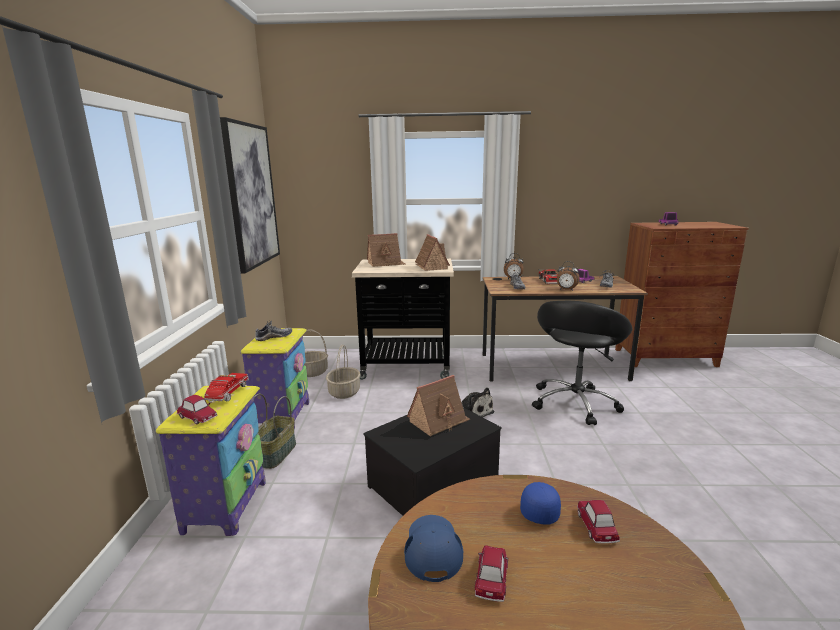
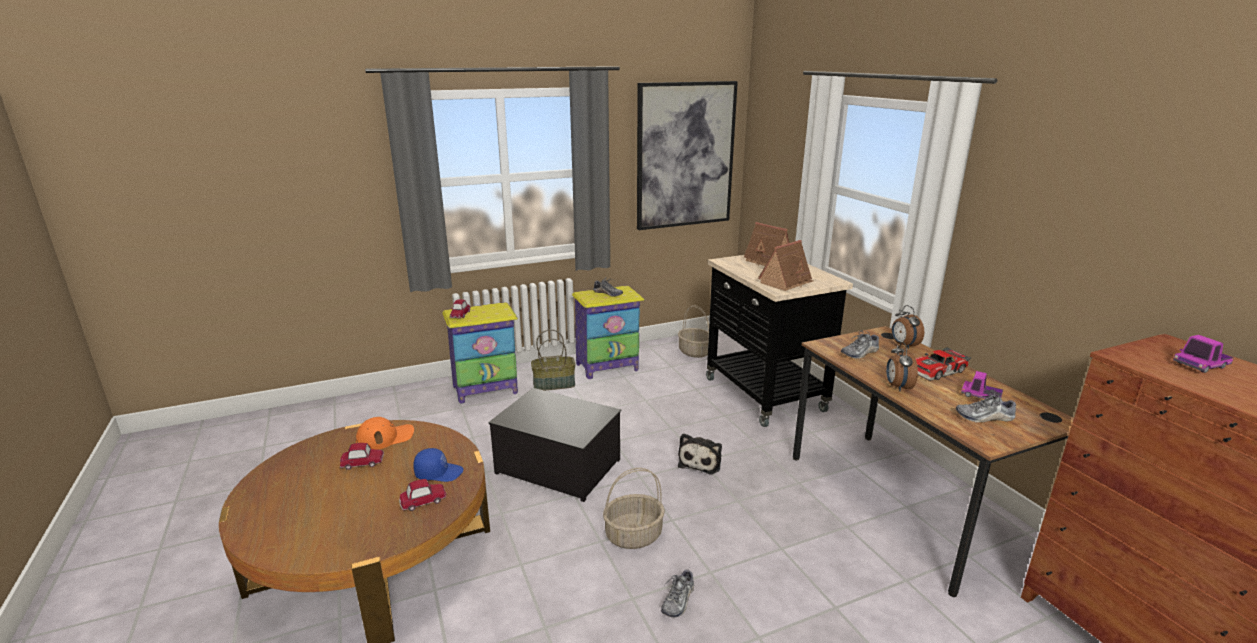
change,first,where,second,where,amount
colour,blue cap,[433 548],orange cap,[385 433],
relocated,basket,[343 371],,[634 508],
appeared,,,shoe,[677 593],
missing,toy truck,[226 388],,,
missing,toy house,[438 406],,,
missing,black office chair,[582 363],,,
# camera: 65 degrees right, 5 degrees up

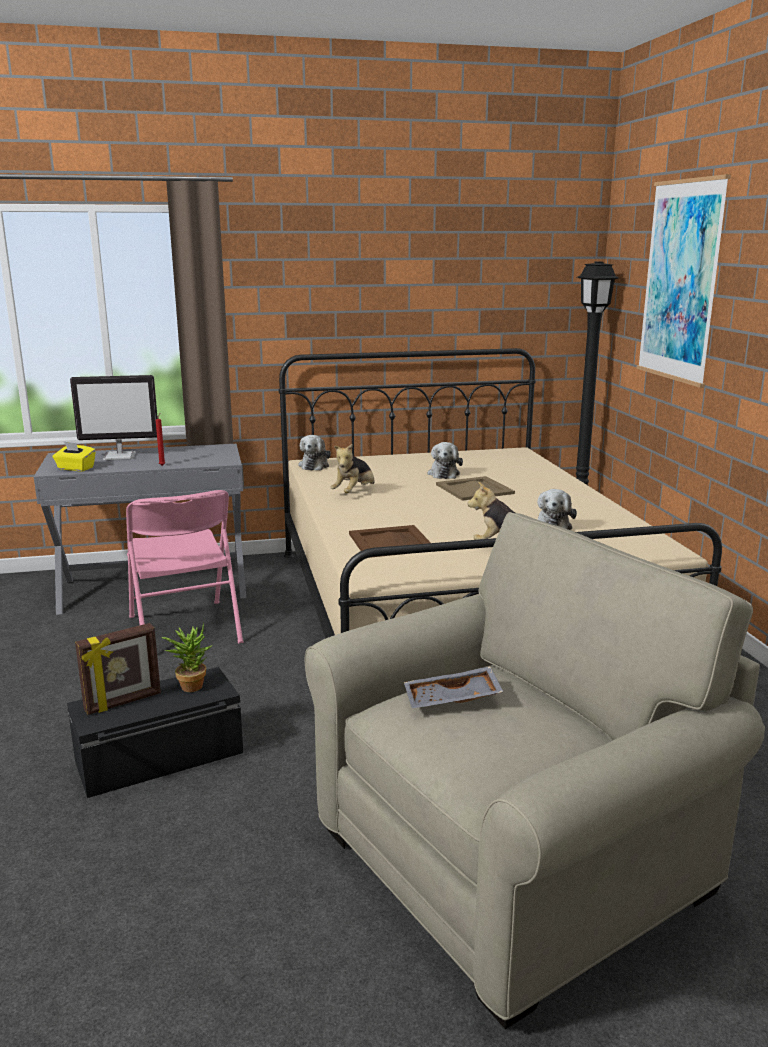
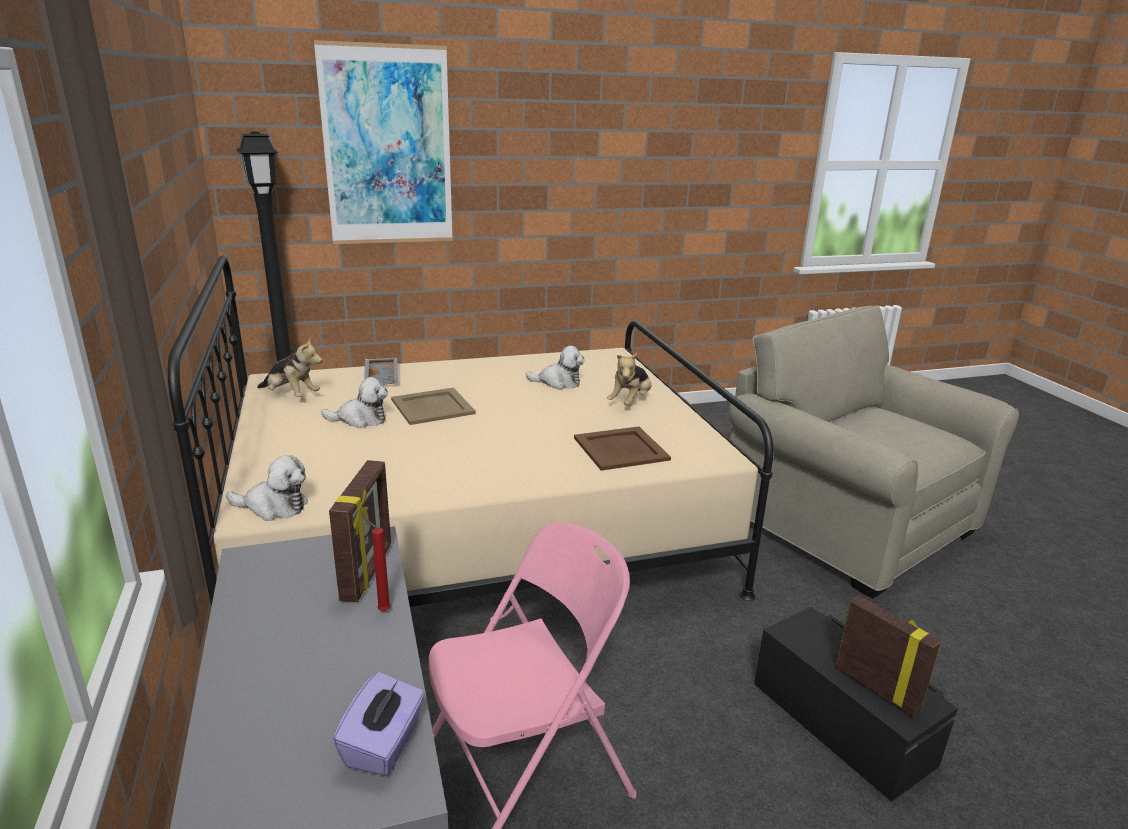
change,first,where,second,where,amount
relocated,plush toy,[352 468],,[289 367],
appeared,,,picture frame,[360 531],
colour,yellow tissue box,[74 456],purple tissue box,[379 724],
relocated,grey tray,[454 687],,[381 371],
missing,monitor,[114 417],,,
missing,potted plant,[187 657],,,
# camera: 95 degrees left, 5 degrees up

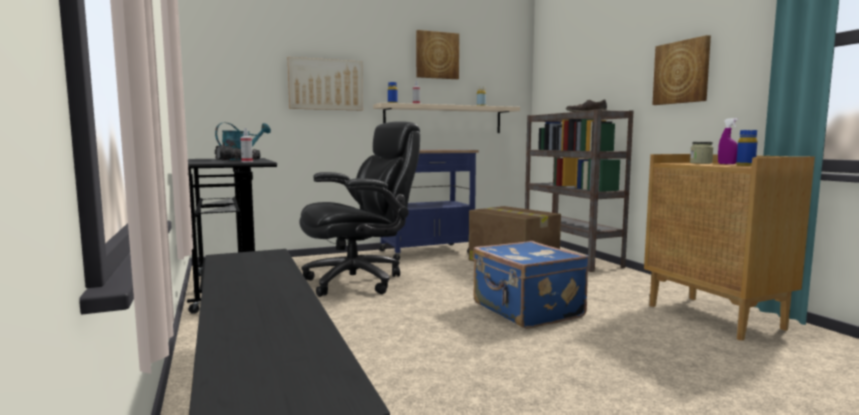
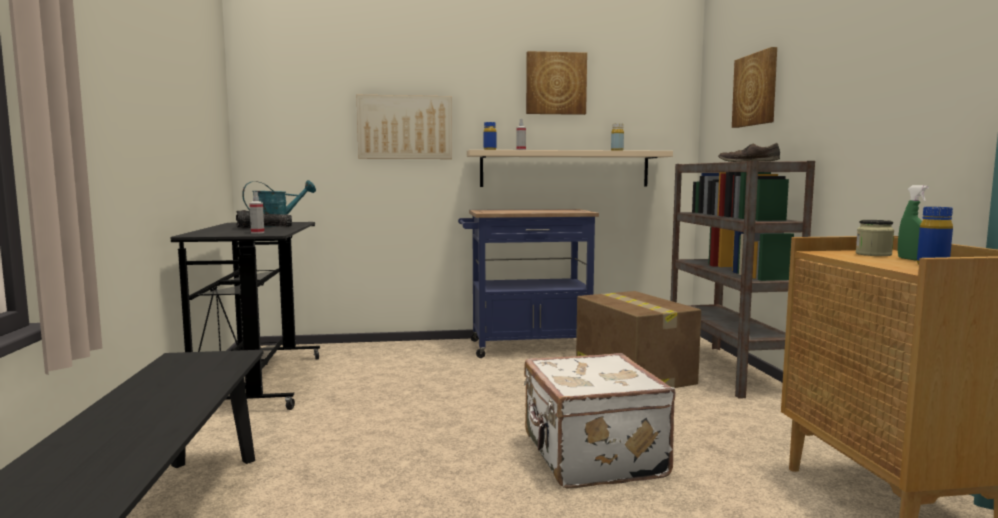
change,first,where,second,where,amount
colour,blue suitcase,[531 285],white suitcase,[599 420],
relocated,picture,[681 70],,[754 87],
colour,purple spray bottle,[728 141],green spray bottle,[913 222],
missing,black office chair,[359 209],,,
# camera: 15 degrees right, 0 degrees up

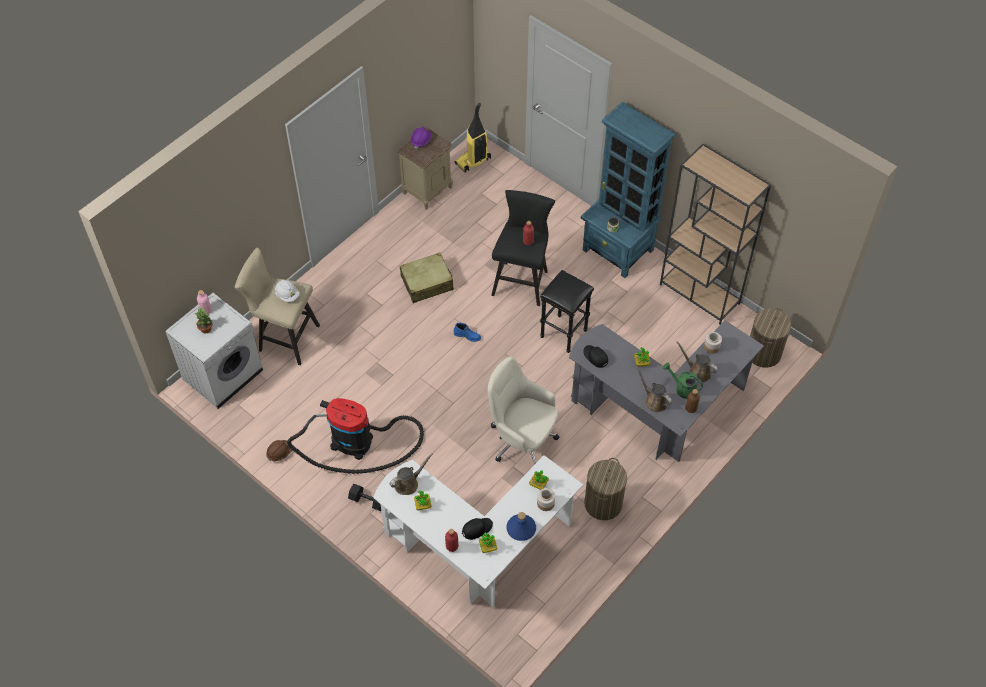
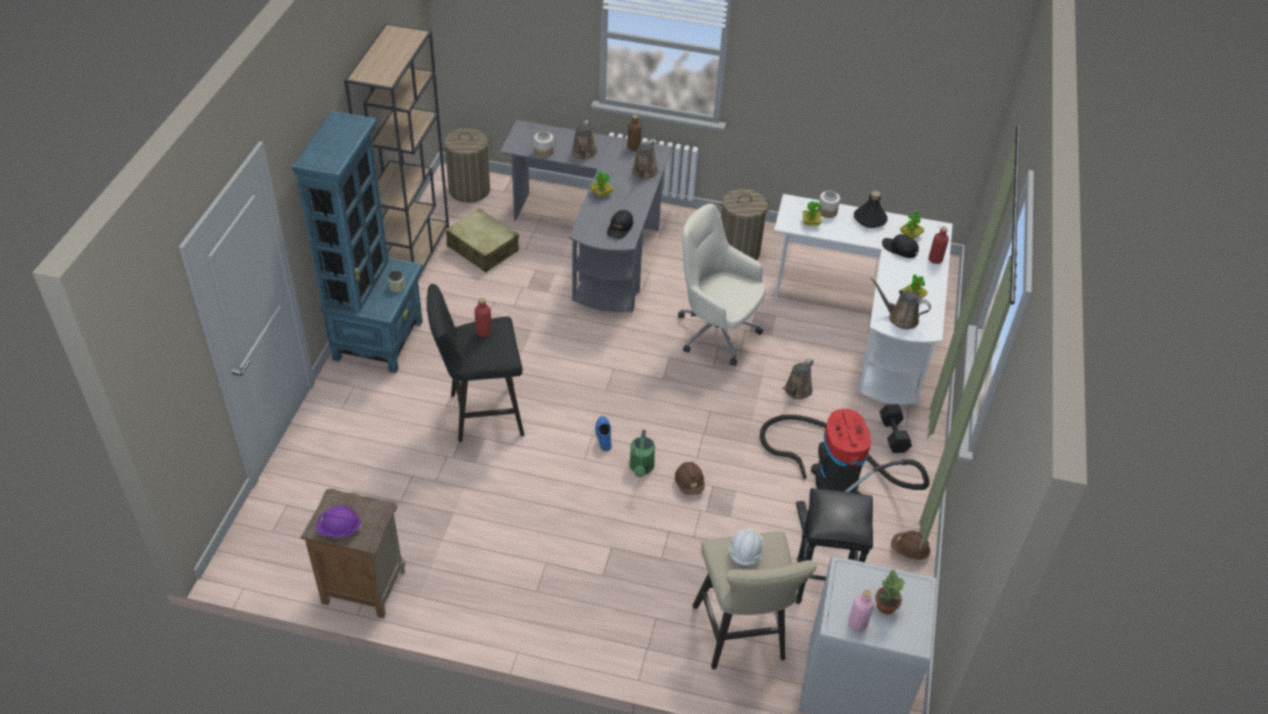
change,first,where,second,where,amount
relocated,beige suitcase,[427 278],,[482 240],
relocated,green watering can,[683 381],,[642 453],
appeared,,,brown hard hat,[690 478],
spun,beige office chair,[523 410],,[722 285],120 degrees clockwise
appeared,,,brown watering can,[798 378],
relocated,black stool,[567 311],,[834 546],
colour,blue bottle,[521 526],black bottle,[870 209],
missing,vacuum cleaner,[473 138],,,
# camera: 120 degrees left, 10 degrees down

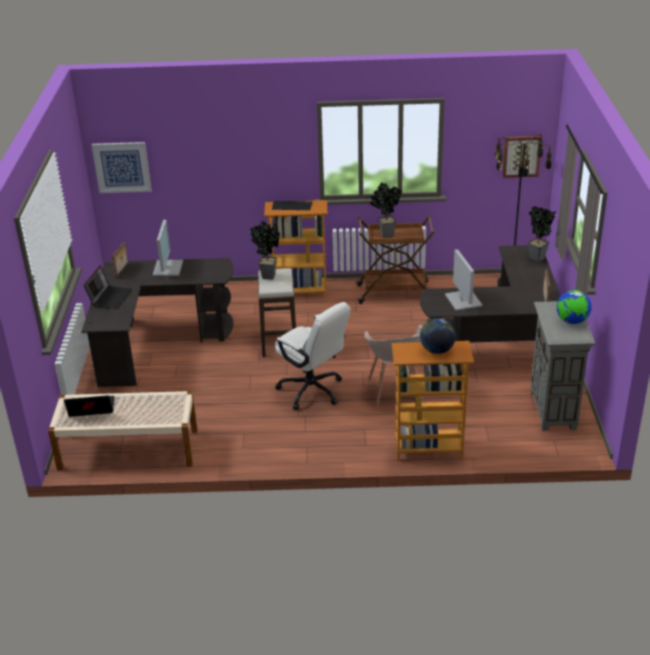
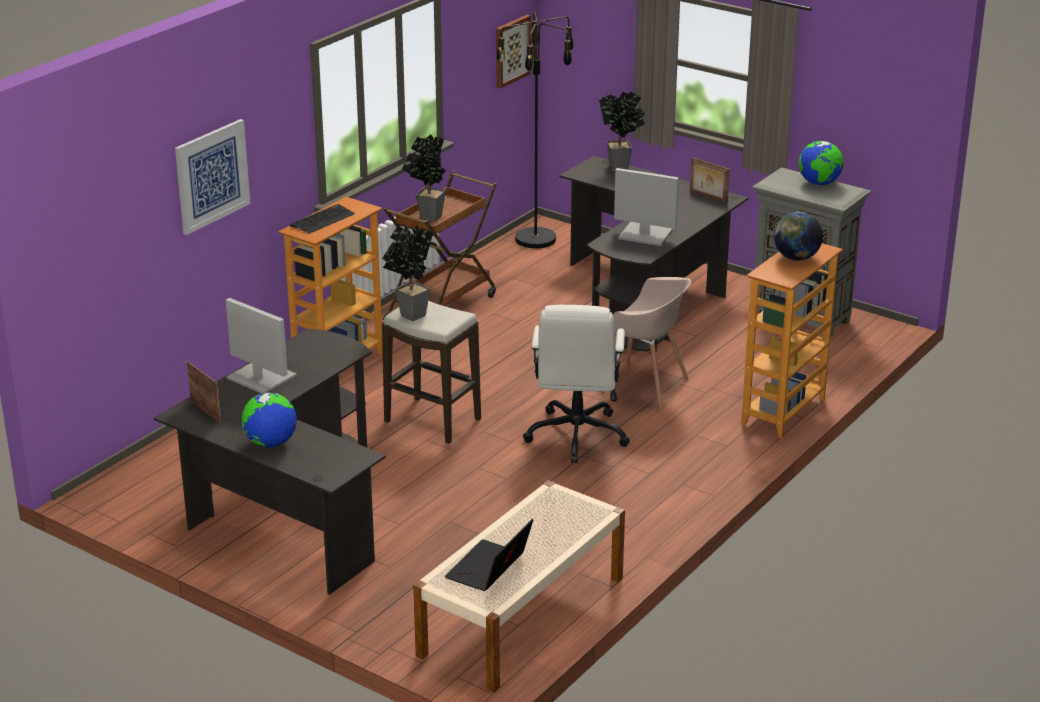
change,first,where,second,where,amount
relocated,picture,[121 167],,[212 177],
exchanged,laptop,[108 287],globe,[269 420],
spun,white office chair,[313 356],,[576 384],105 degrees clockwise
# camera: 55 degrees left, 5 degrees down

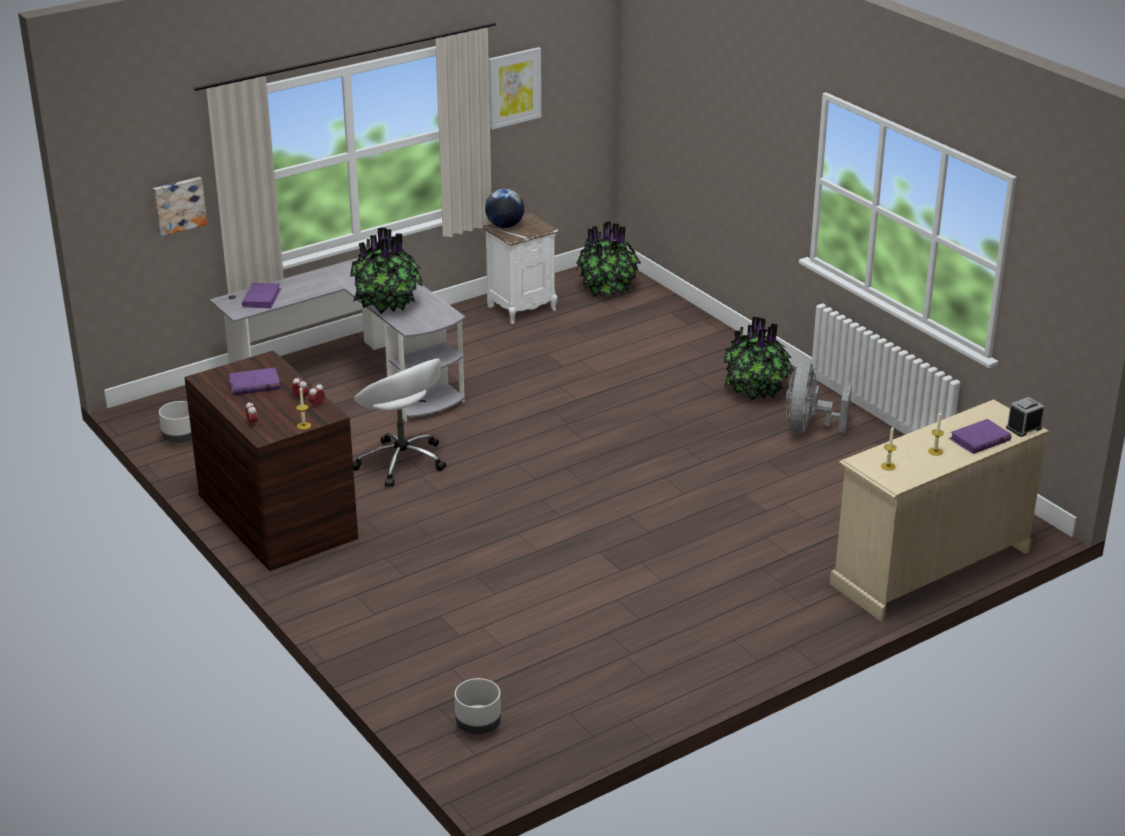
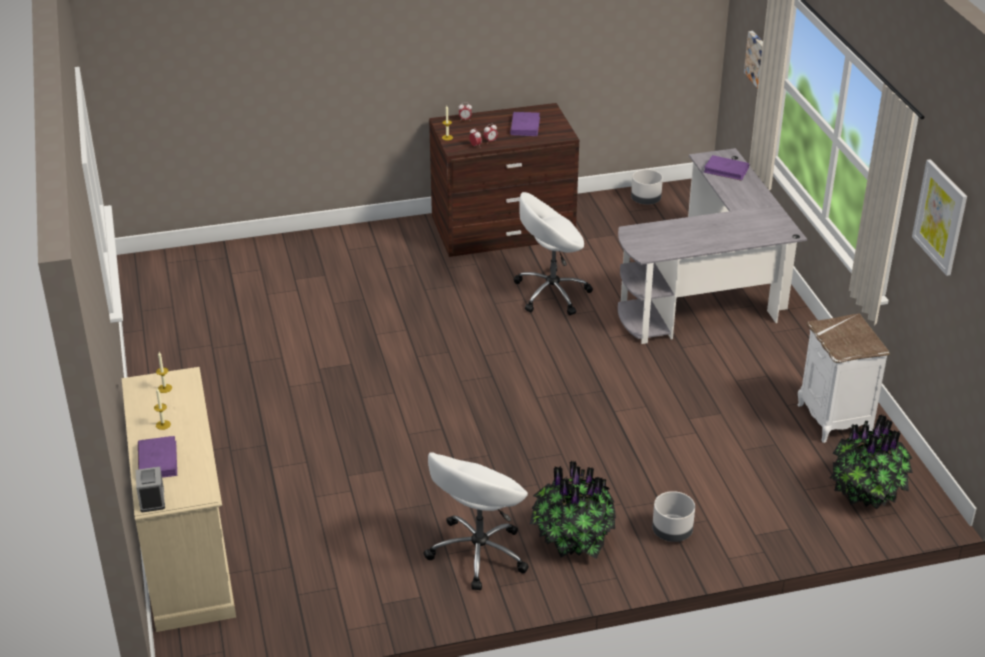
change,first,where,second,where,amount
exchanged,grey fan,[819 397],white office chair,[476 521],
relocated,grey planter,[478 706],,[673 516],
missing,potted plant,[386 270],,,
missing,globe,[504 208],,,
# camera: 110 degrees right, 5 degrees up

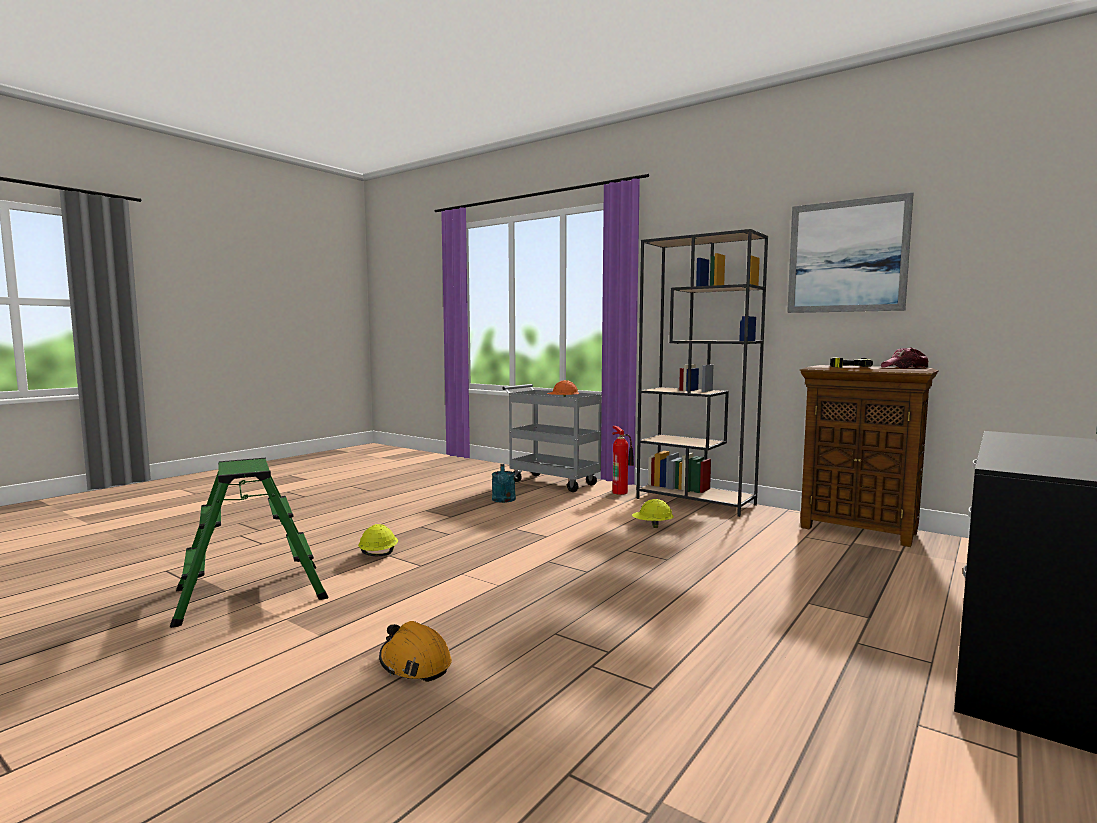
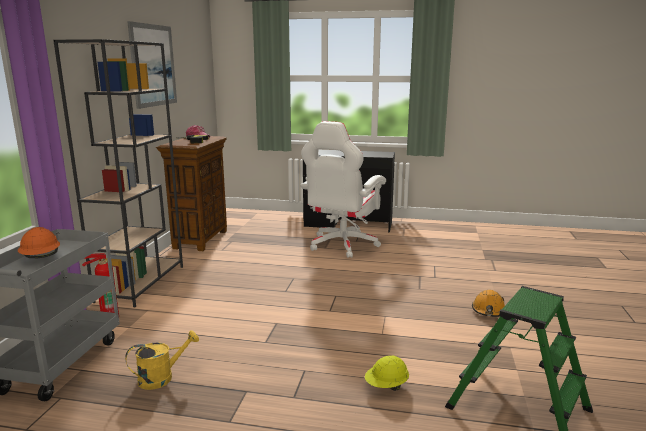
change,first,where,second,where,amount
colour,turquoise watering can,[504 483],yellow watering can,[162 360],
appeared,,,white office chair,[343 189],
missing,yellow hard hat,[653 513],,,
# camera: 115 degrees left, 10 degrees up

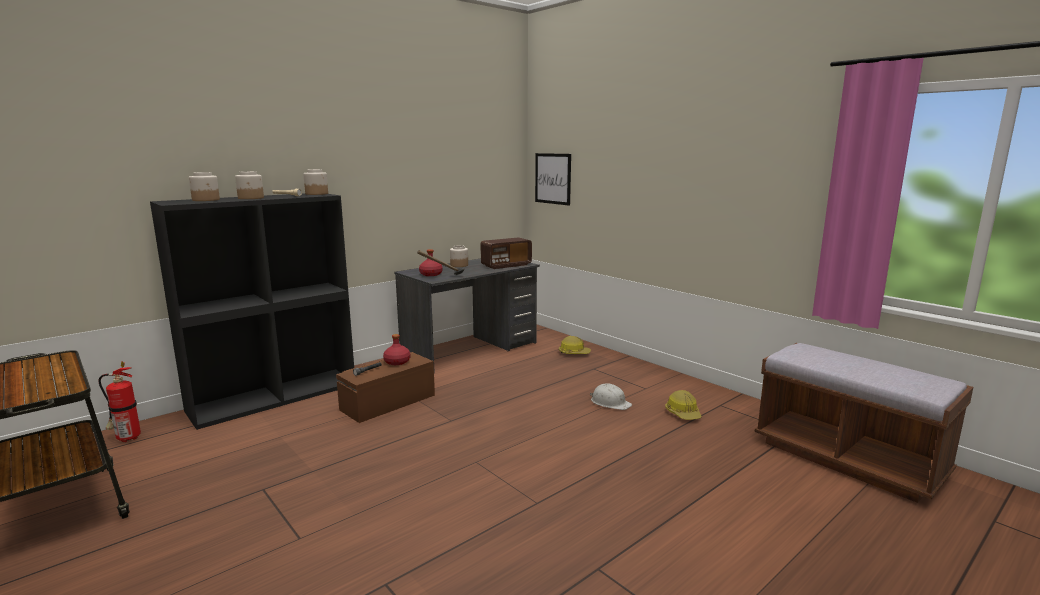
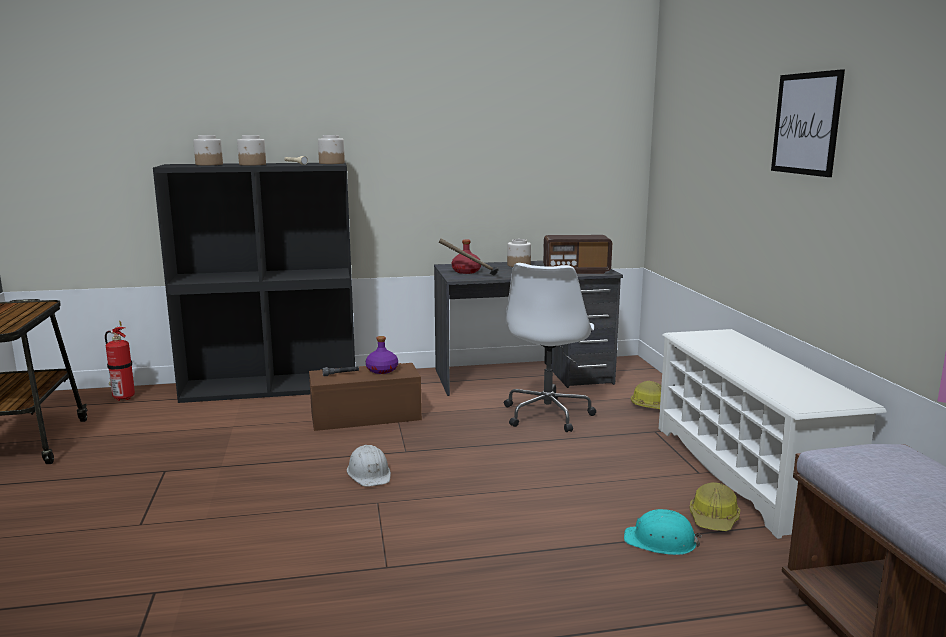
change,first,where,second,where,amount
relocated,white hard hat,[611 396],,[369 466],
colour,red bottle,[396 349],purple bottle,[382 355],
appeared,,,white office chair,[549 347],
appeared,,,turquoise hard hat,[663 532],
appeared,,,white shoe rack,[773 434],
relocated,picture,[553 179],,[808 123],
# camera: 30 degrees right, 0 degrees up

